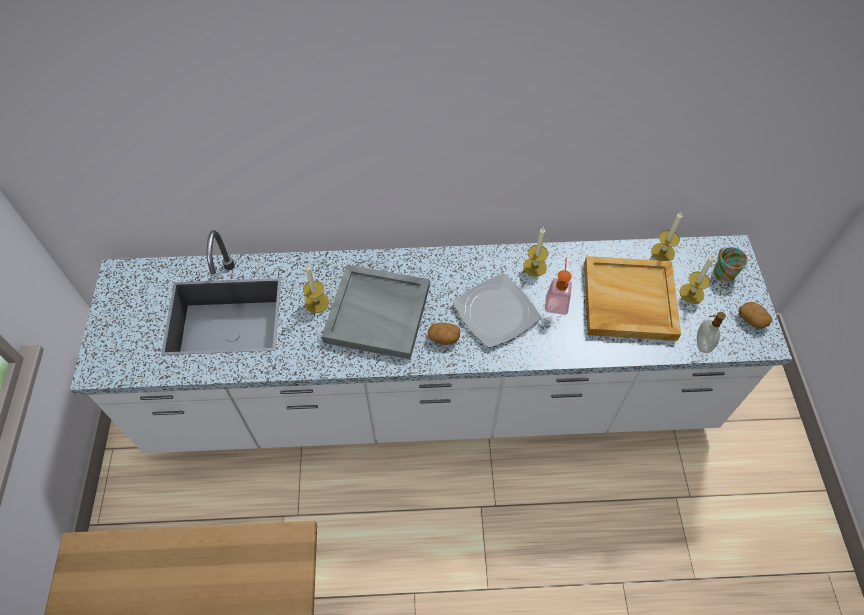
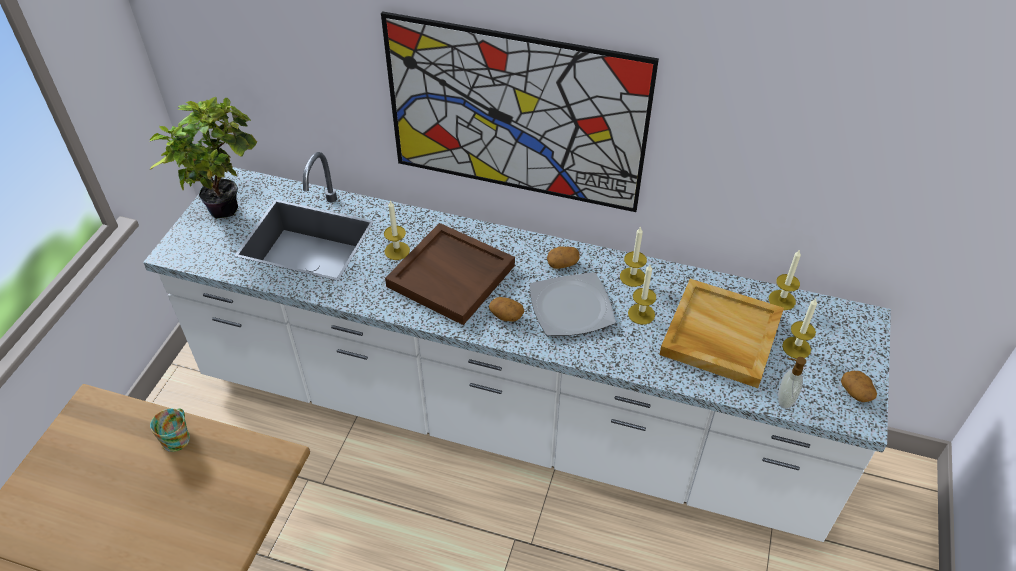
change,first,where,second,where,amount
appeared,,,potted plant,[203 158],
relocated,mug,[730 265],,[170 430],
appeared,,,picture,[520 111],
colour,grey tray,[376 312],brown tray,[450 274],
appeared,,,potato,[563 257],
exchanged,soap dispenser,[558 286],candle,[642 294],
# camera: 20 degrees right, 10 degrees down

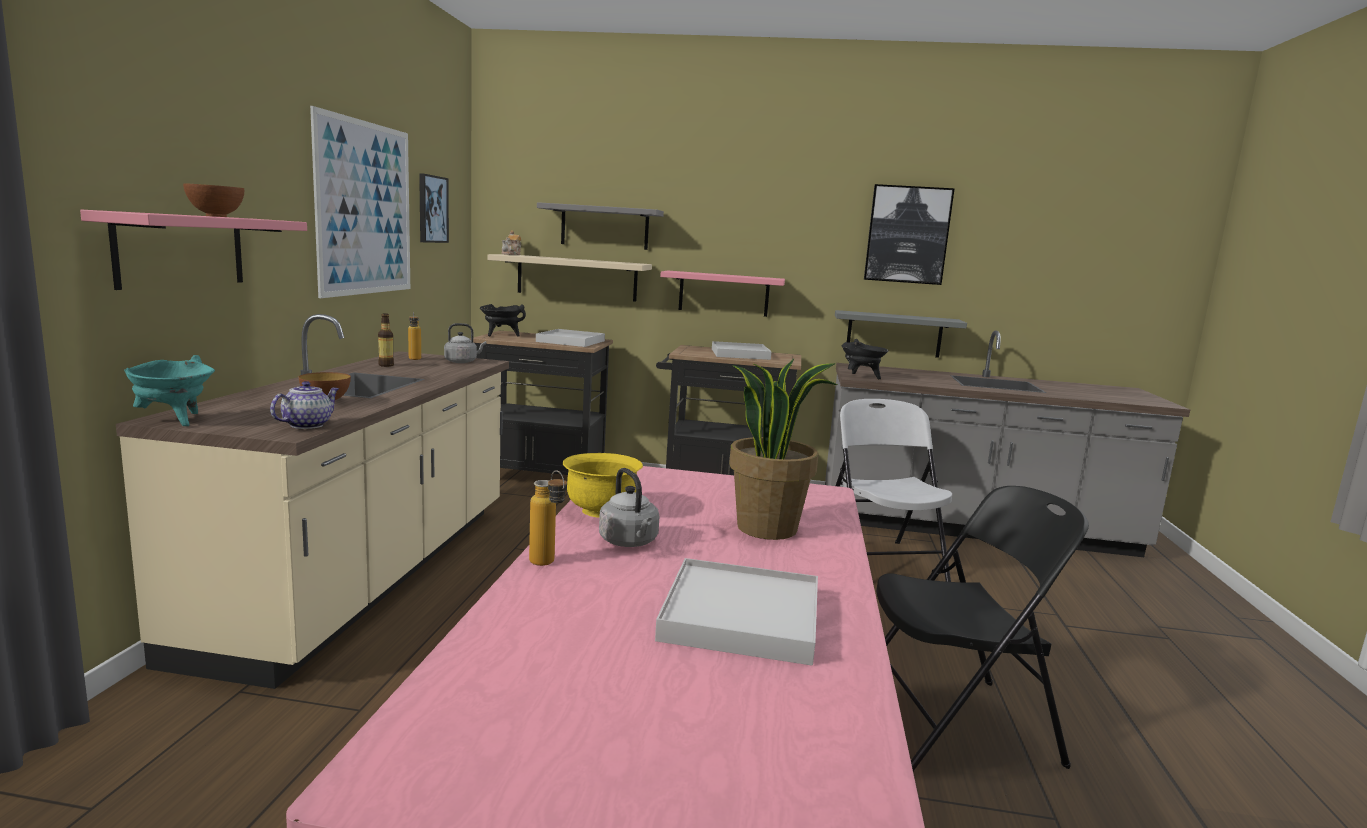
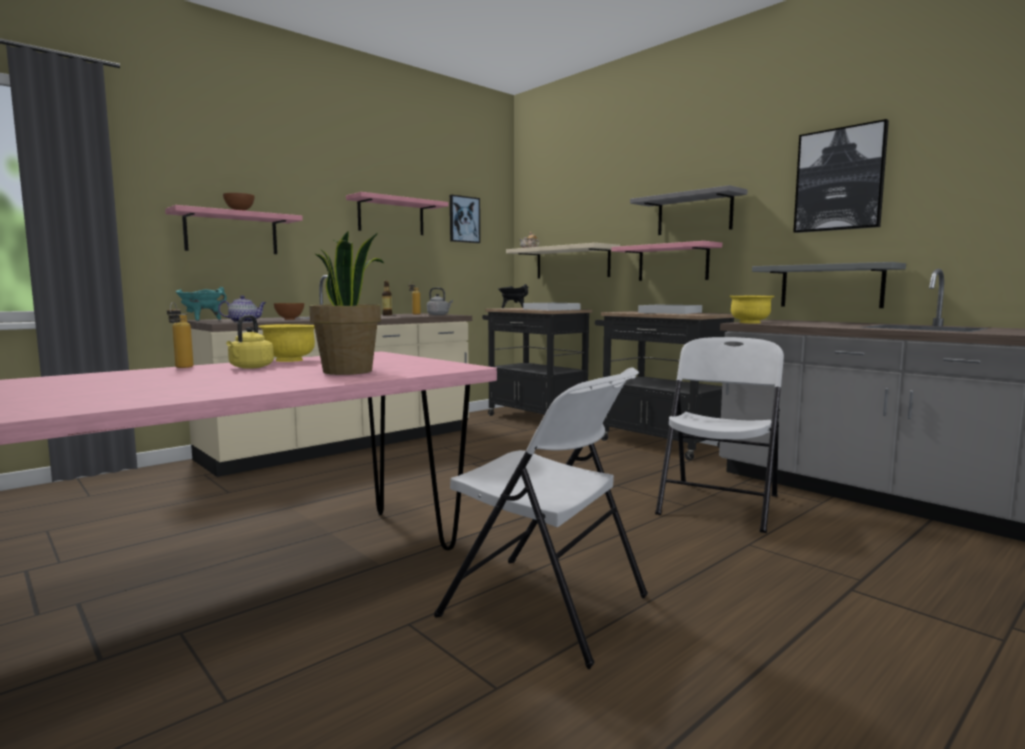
change,first,where,second,where,amount
colour,grey kettle,[629 507],yellow kettle,[250 342],
exchanged,picture,[360 202],pink shelf,[397 213],
colour,black chair,[982 628],white chair,[541 518],
relocated,grey shelf,[600 226],,[688 210],
exchanged,black cooking pot,[865 359],yellow bowl,[752 309],
missing,white tray,[736 612],,,
# camera: 40 degrees right, 5 degrees down

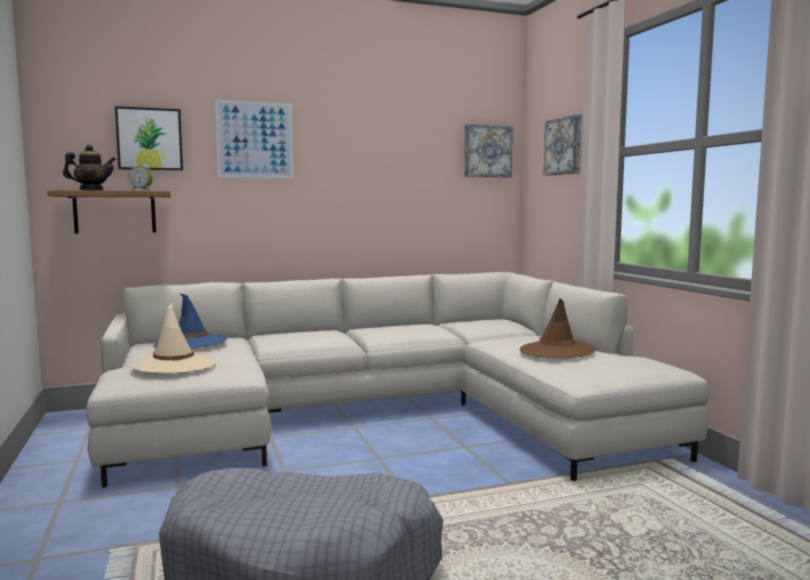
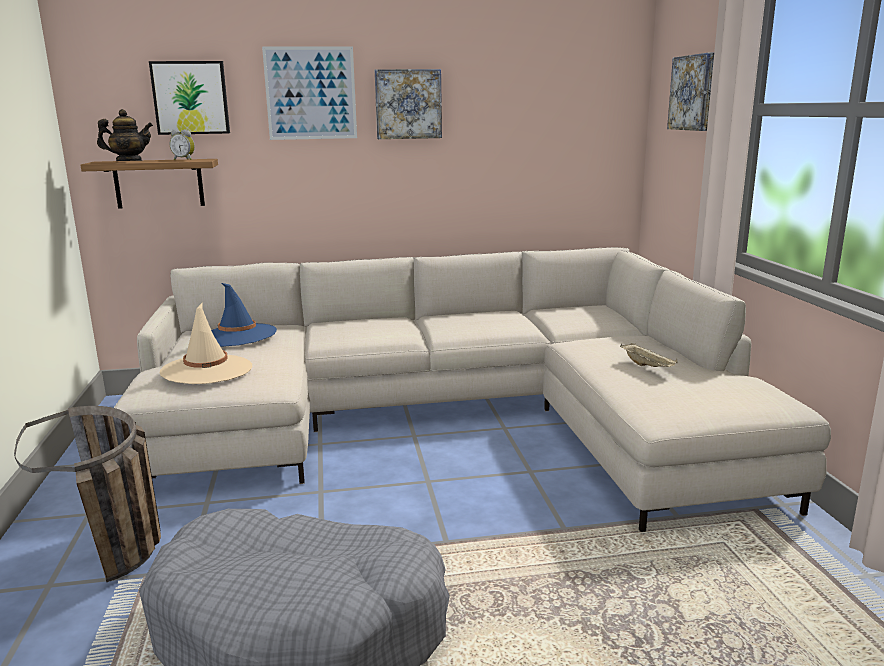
change,first,where,second,where,amount
appeared,,,basket,[87 494],
relocated,picture,[488 151],,[408 104],
exchanged,brown hat,[557 328],beige tray,[649 355],
# camera: 10 degrees right, 10 degrees up

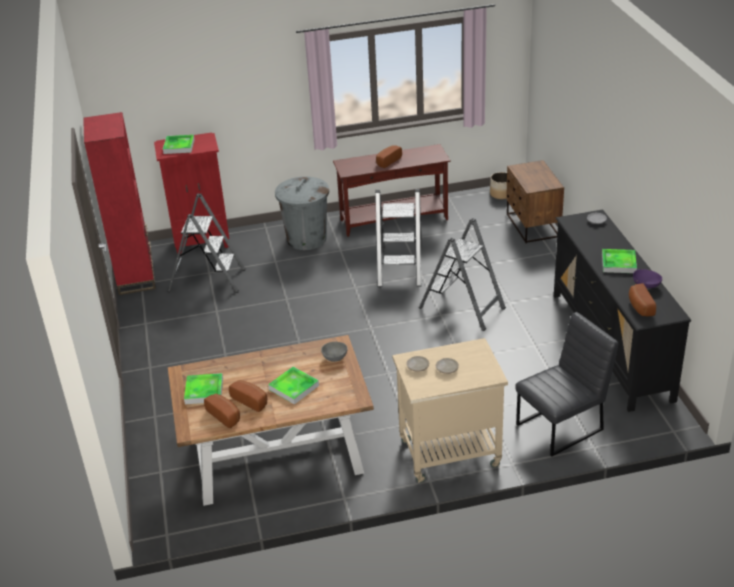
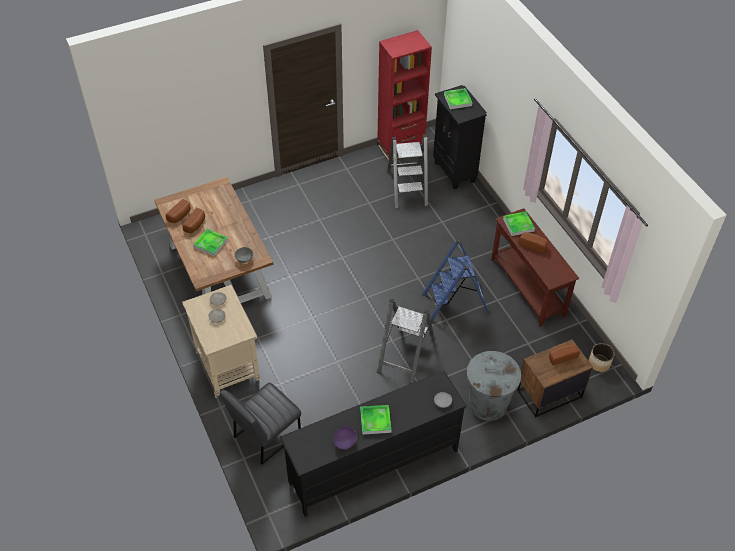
change,first,where,second,where,amount
spun,grey chair,[566 384],,[260 424],90 degrees clockwise
colour,grey step ladder,[398 238],blue step ladder,[456 281],
colour,red cabinet,[191 193],black cabinet,[460 137],
relocated,grey trash can,[302 213],,[494 386],
relocated,tray,[203 388],,[519 223],
relocated,bread,[642 299],,[564 354],
# camera: 75 degrees right, 15 degrees up

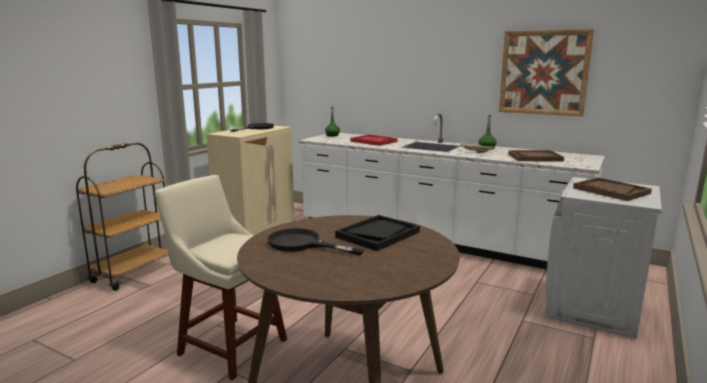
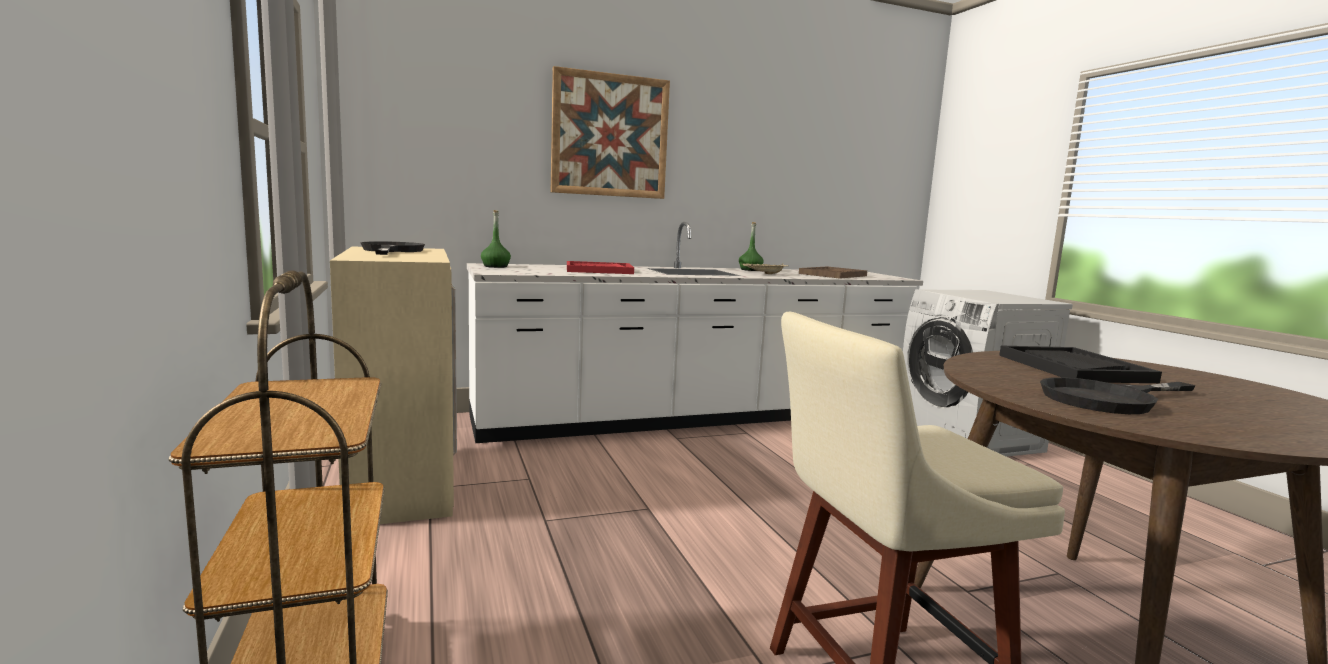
change,first,where,second,where,amount
relocated,picture,[546 72],,[610 132],
missing,brown tray,[612 189],,,
# camera: 50 degrees left, 5 degrees down

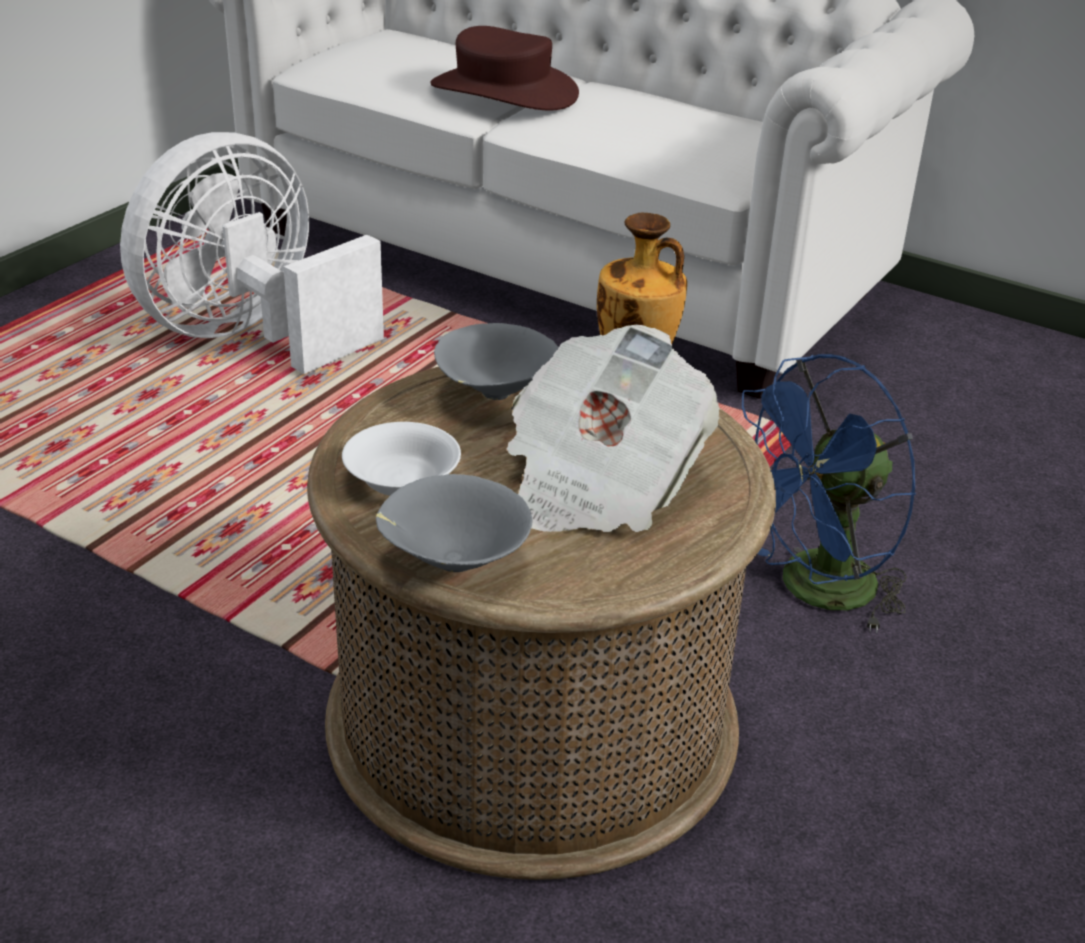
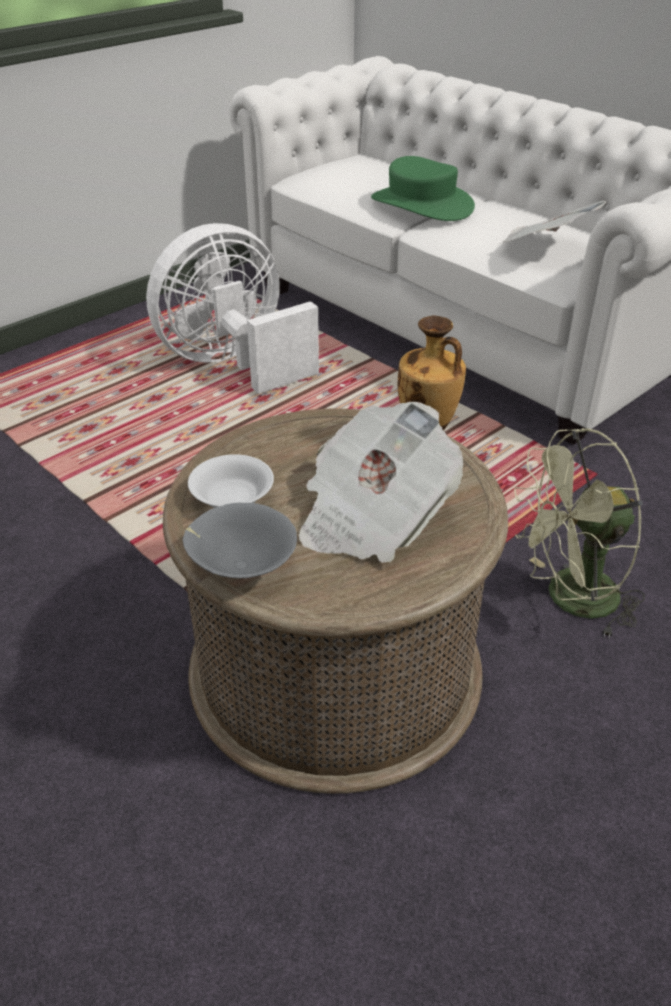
change,first,where,second,where,amount
colour,brown hat,[504 68],green hat,[423 188],
appeared,,,newspaper,[553 222],
colour,blue fan,[829 493],green fan,[579 534],
missing,grey bowl,[496 361],,,
# camera: 15 degrees right, 5 degrees up

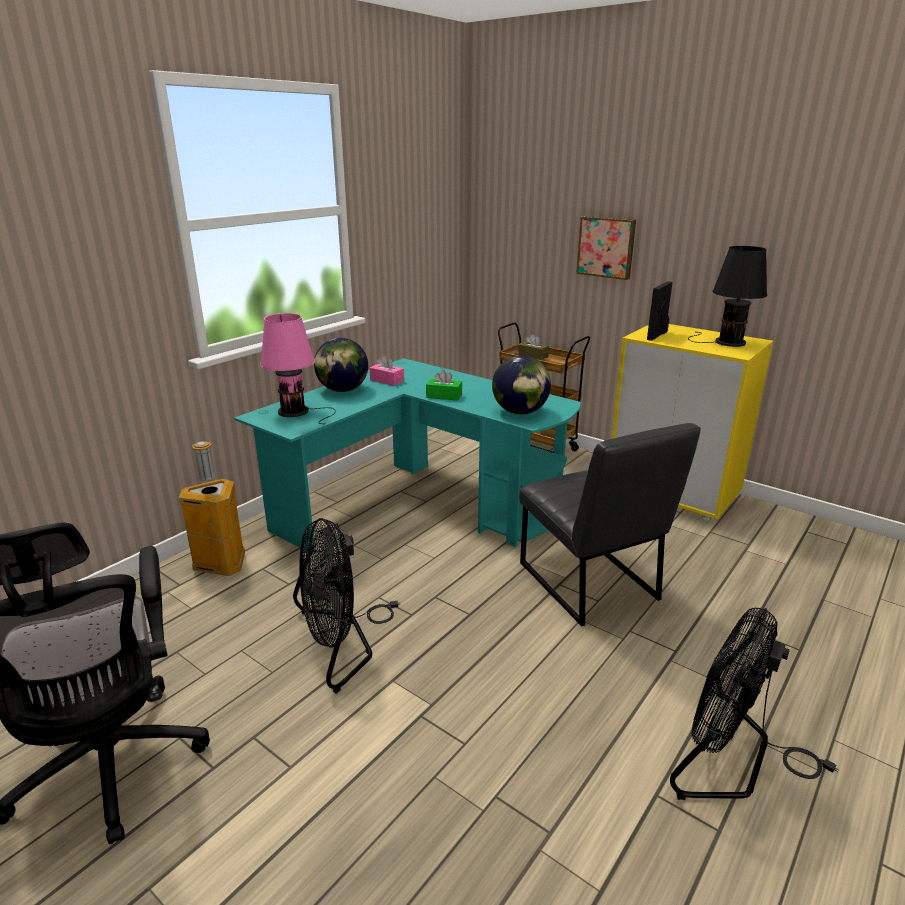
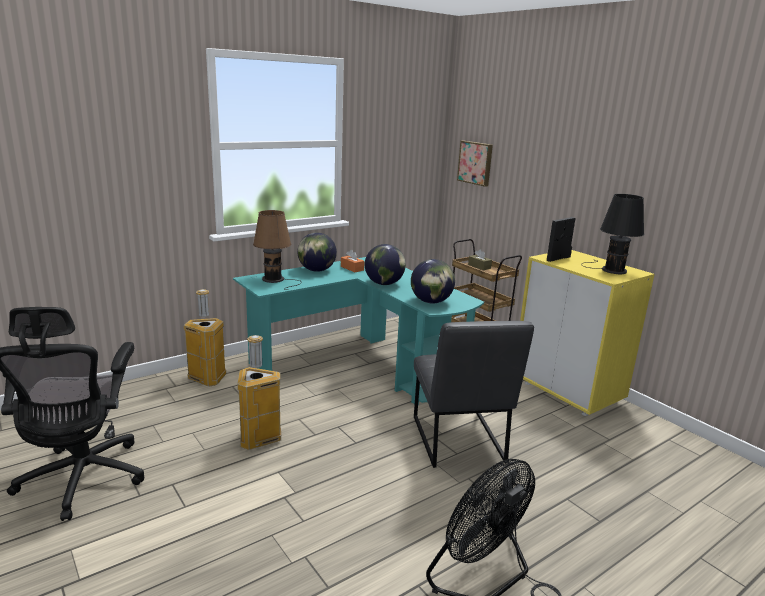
change,first,where,second,where,amount
exchanged,black fan,[346 606],trash can,[259 392],
colour,pink table lamp,[298 368],brown table lamp,[277 250],
colour,pink tissue box,[386 370],orange tissue box,[353 261],
exchanged,green tissue box,[444 385],globe,[385 264],
relocated,picture,[606 248],,[475 164],
# camera: 15 degrees right, 5 degrees down

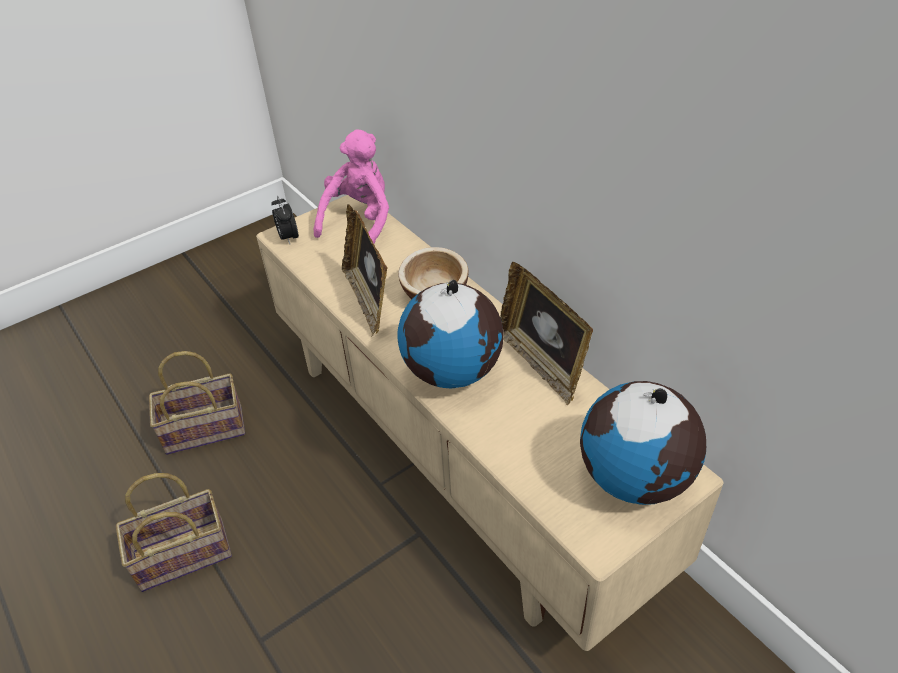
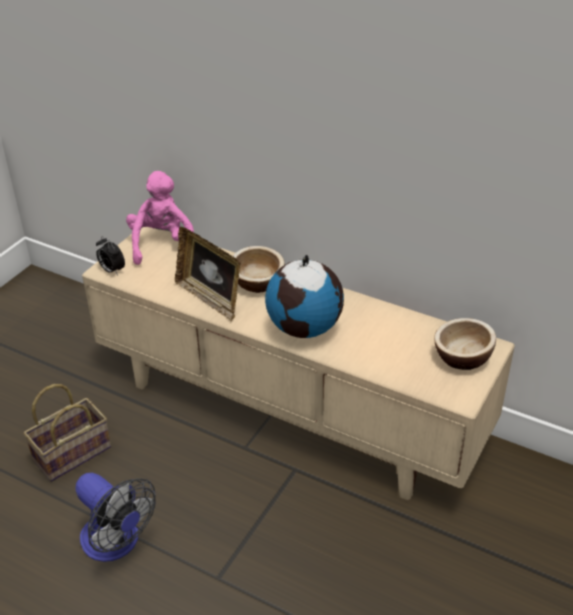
change,first,where,second,where,amount
exchanged,basket,[174 532],fan,[115 517],
exchanged,globe,[643 443],bowl,[465 344],
missing,picture frame,[546 333],,,
# camera: 25 degrees left, 5 degrees down

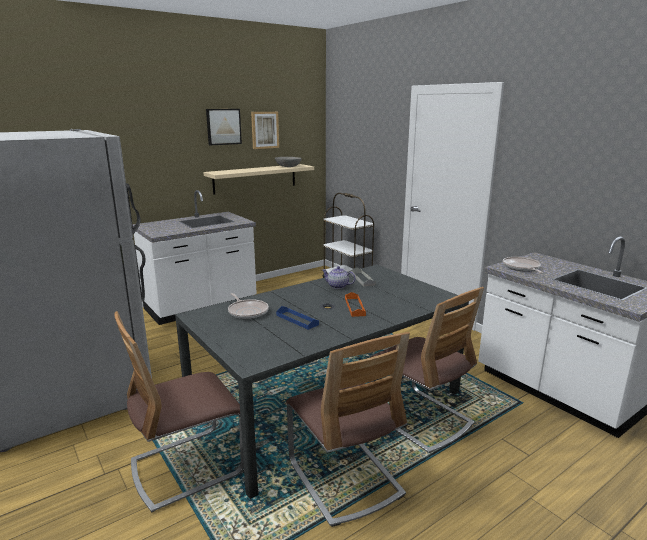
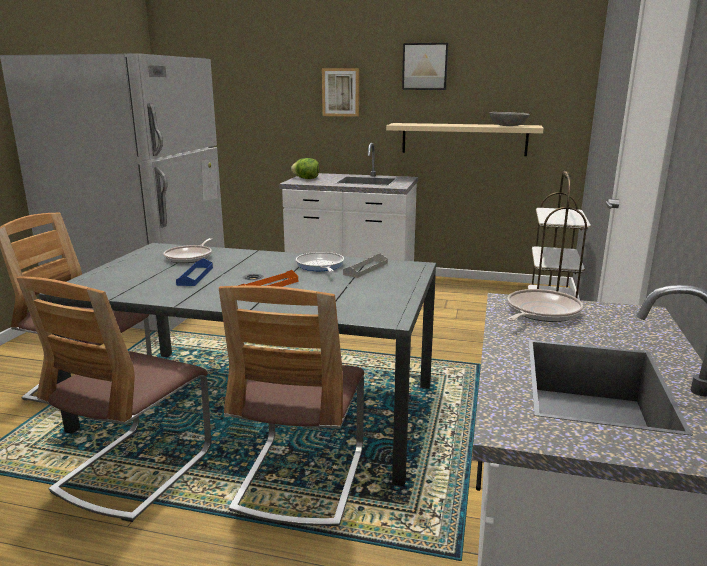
change,first,where,second,where,amount
appeared,,,lettuce,[305 168],
exchanged,teapot,[339 277],frying pan,[320 262],
relocated,picture,[265 130],,[340 92],
# camera: 50 degrees right, 0 degrees up

